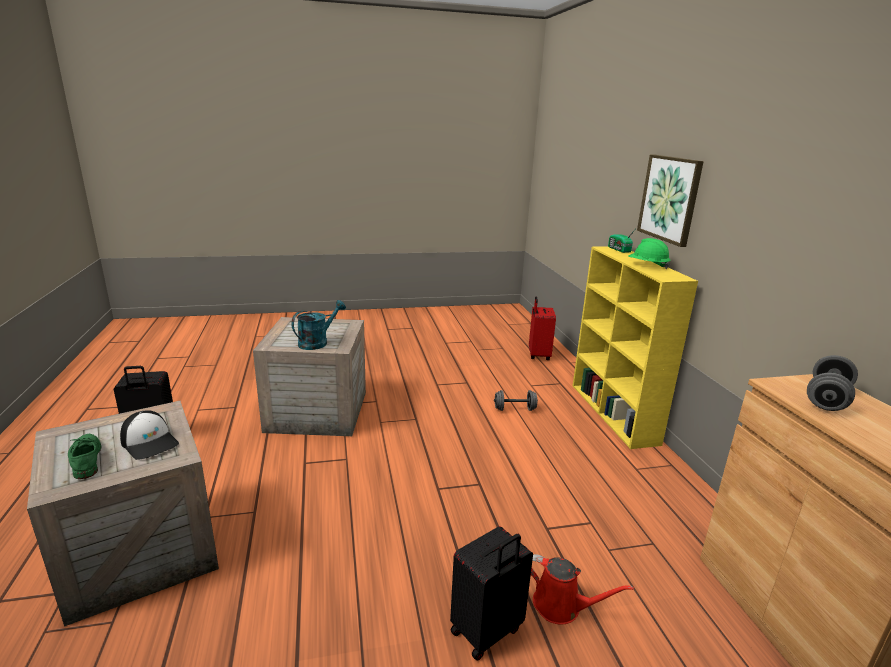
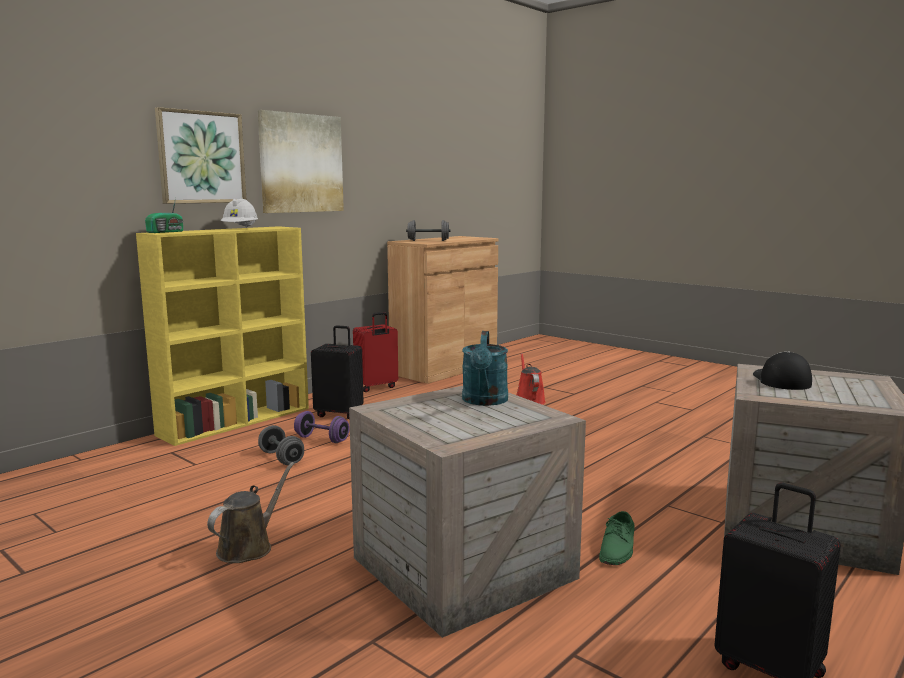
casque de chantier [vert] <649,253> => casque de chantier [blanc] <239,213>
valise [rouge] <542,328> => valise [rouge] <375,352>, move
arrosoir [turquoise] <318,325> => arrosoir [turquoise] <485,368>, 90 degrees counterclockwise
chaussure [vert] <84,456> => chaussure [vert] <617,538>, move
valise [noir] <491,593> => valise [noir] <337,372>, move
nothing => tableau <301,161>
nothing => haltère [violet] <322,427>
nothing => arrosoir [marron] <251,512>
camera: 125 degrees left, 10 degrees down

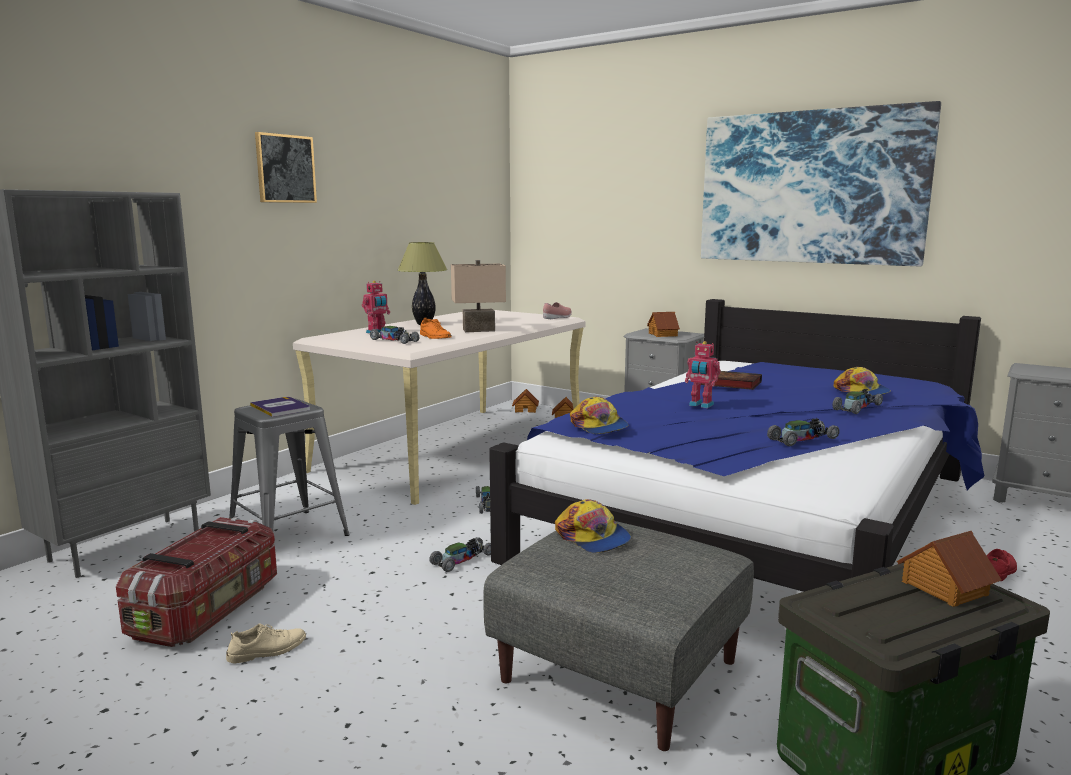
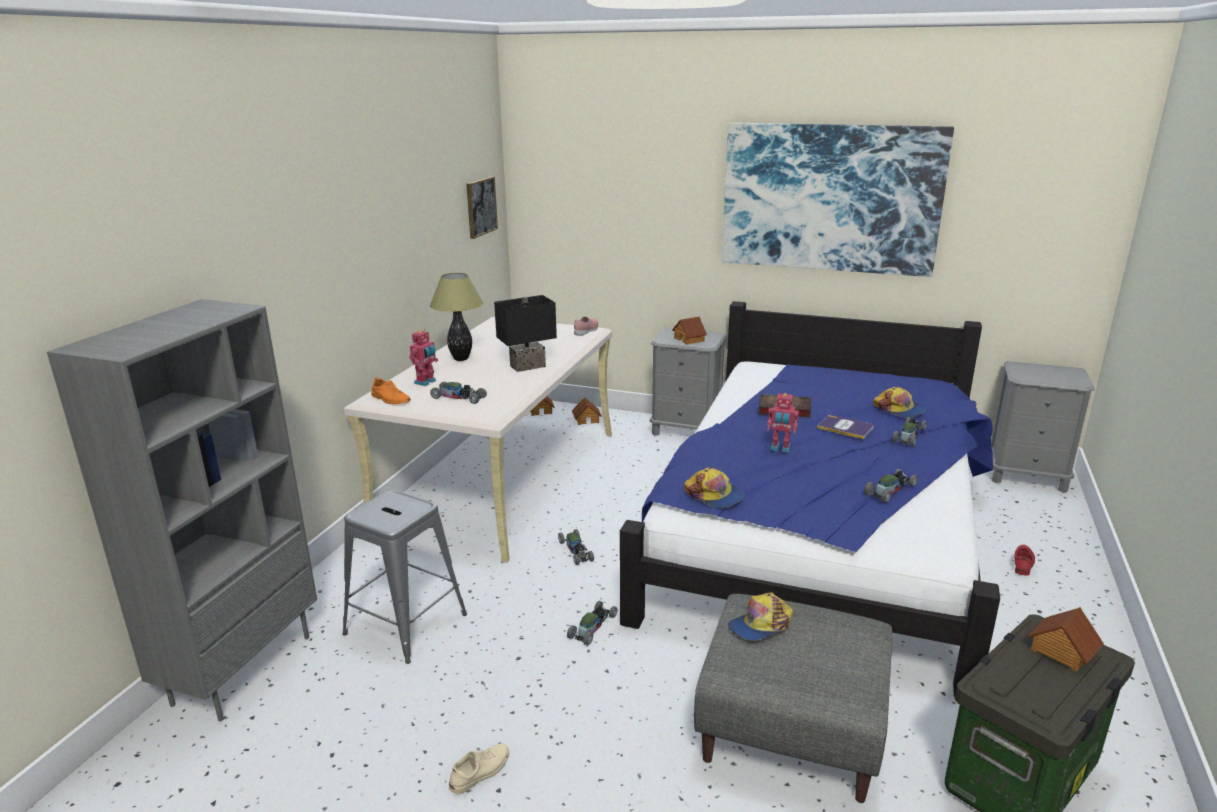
tableau <286,167> => tableau <482,208>, move
lampe de table [beige] <478,296> => lampe de table [noir] <525,333>
chaussure [orange] <436,328> => chaussure [orange] <391,390>, move
livre <280,407> => livre <845,427>, move
casquette <593,526> => casquette <760,616>, 105 degrees clockwise
boîte de rangement <196,582> => nothing
camera: 15 degrees left, 10 degrees up

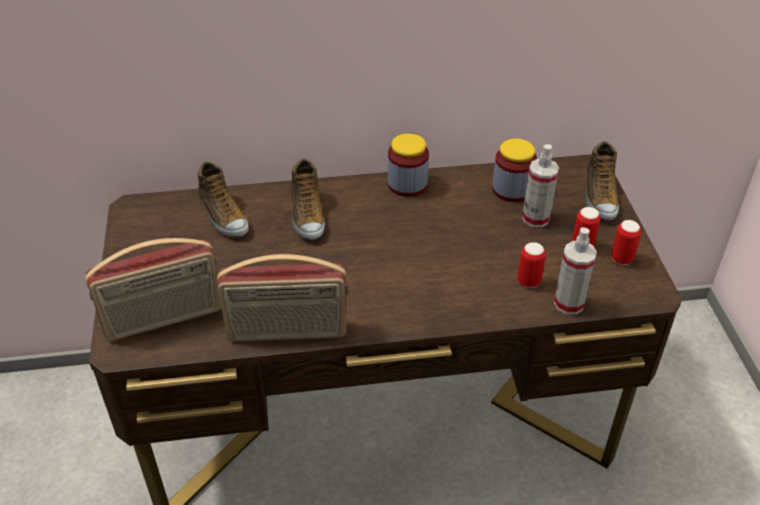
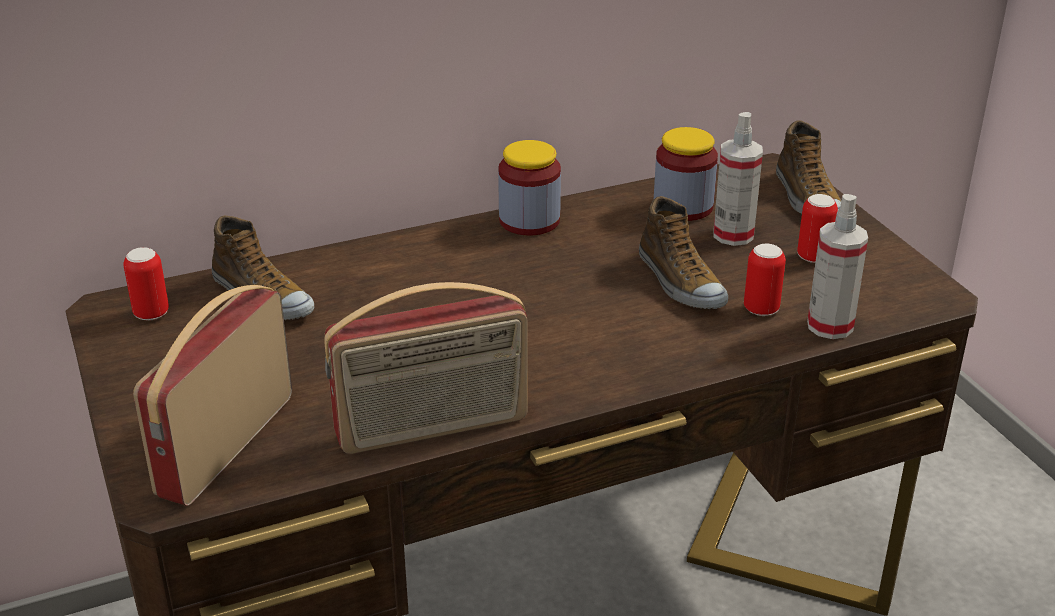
chaussure <308,199> => chaussure <683,252>, move
boîte métallique <626,242> => boîte métallique <146,284>, move
radio <153,289> => radio <212,395>, 150 degrees clockwise
camera: 15 degrees left, 10 degrees down

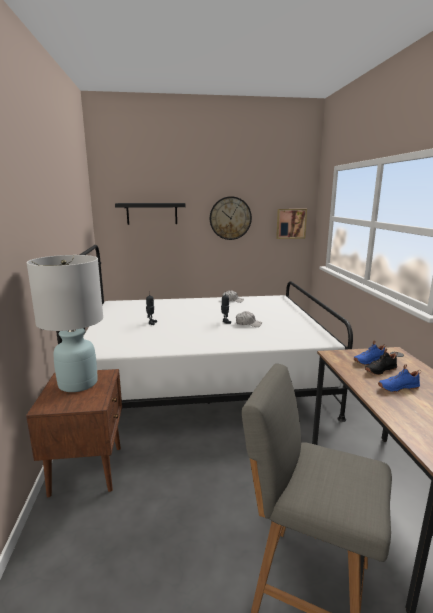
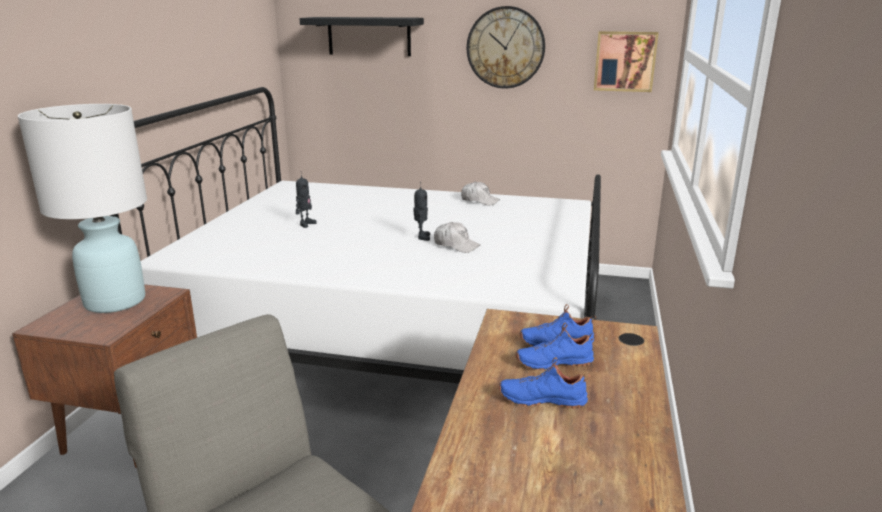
chaussure [noir] <381,361> => chaussure [bleu] <556,346>
camera: 20 degrees right, 5 degrees up

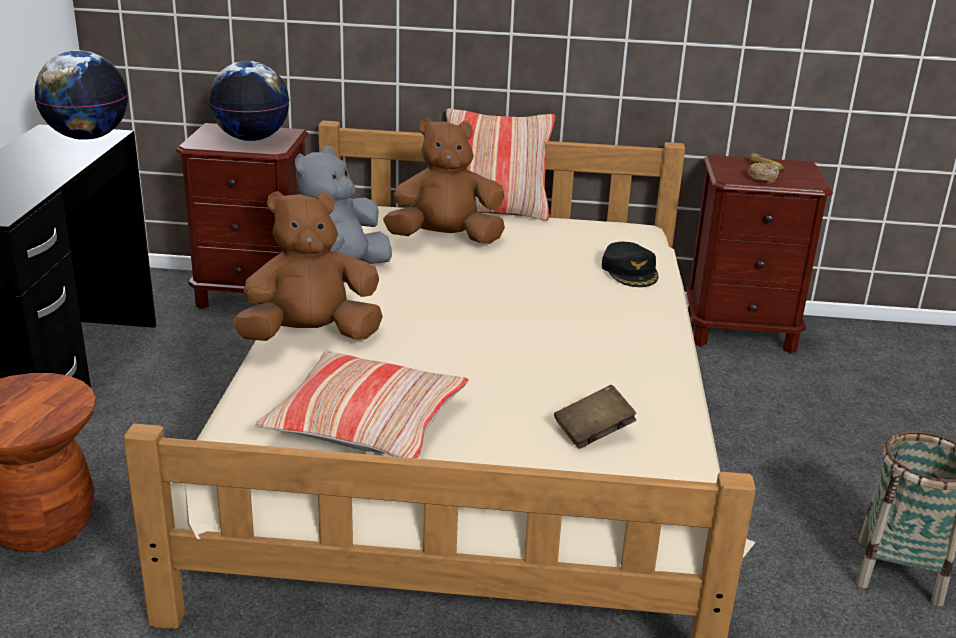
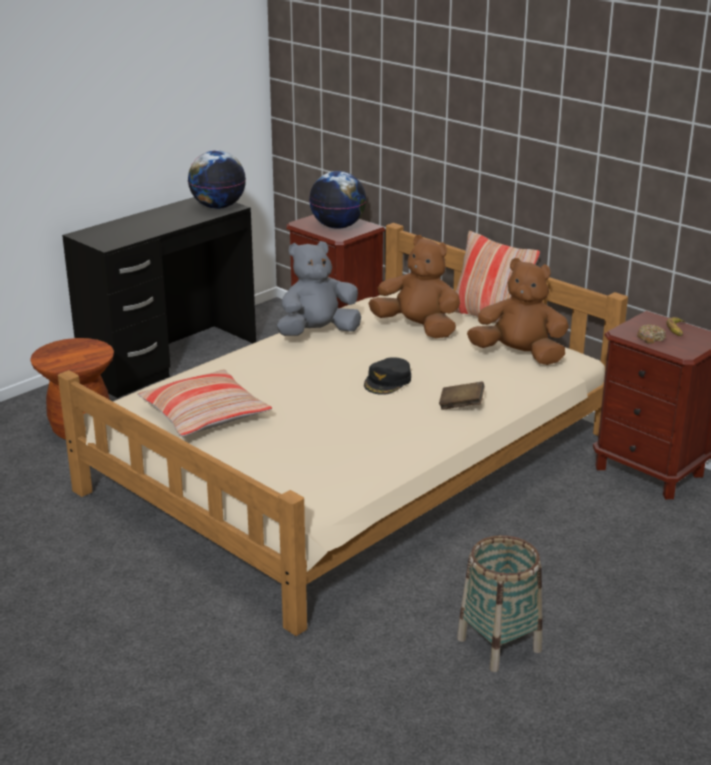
peluche [marron] <308,266> => peluche [marron] <518,311>, move
casquette [noir] <630,264> => casquette [noir] <387,376>, move
livre [marron] <595,417> => livre [marron] <462,395>, move
camera: 40 degrees right, 0 degrees up

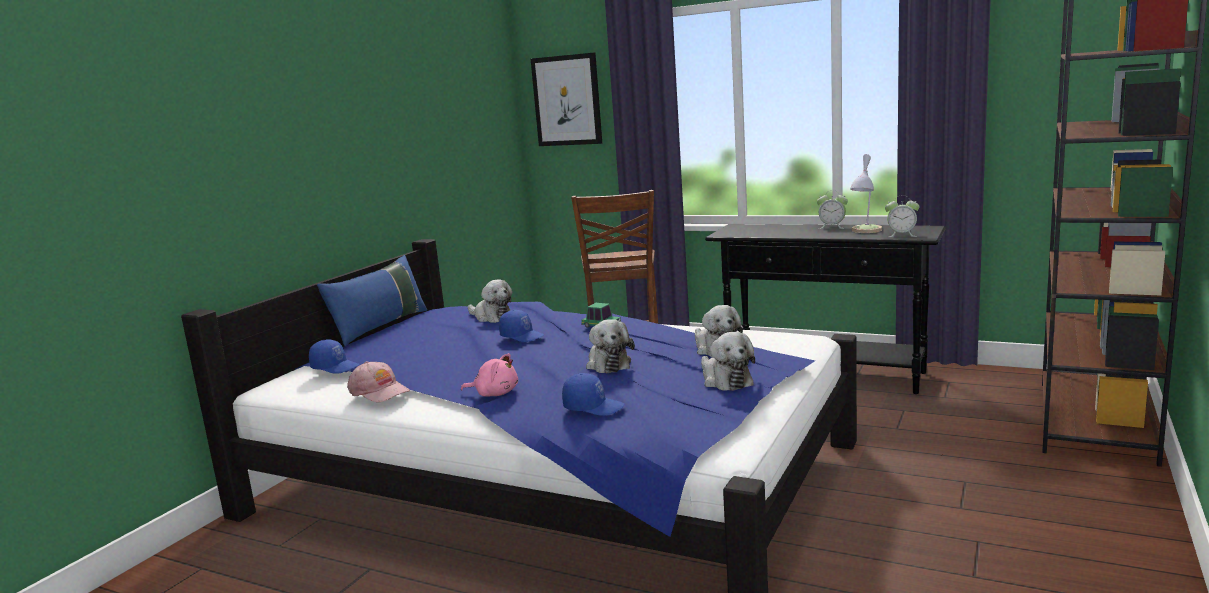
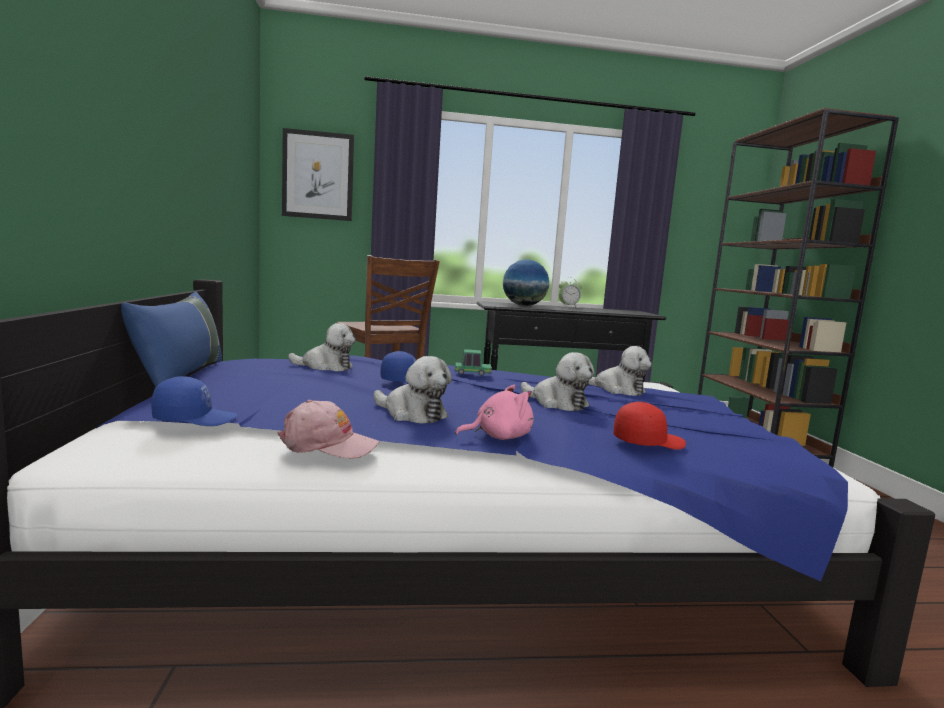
lampe de table <866,193> => nothing
réveil <902,216> => nothing
peluche <728,361> => peluche <413,390>, move
casquette [bleu] <593,394> => casquette [rouge] <649,426>
nothing => globe <526,282>
camera: 35 degrees left, 5 degrees down

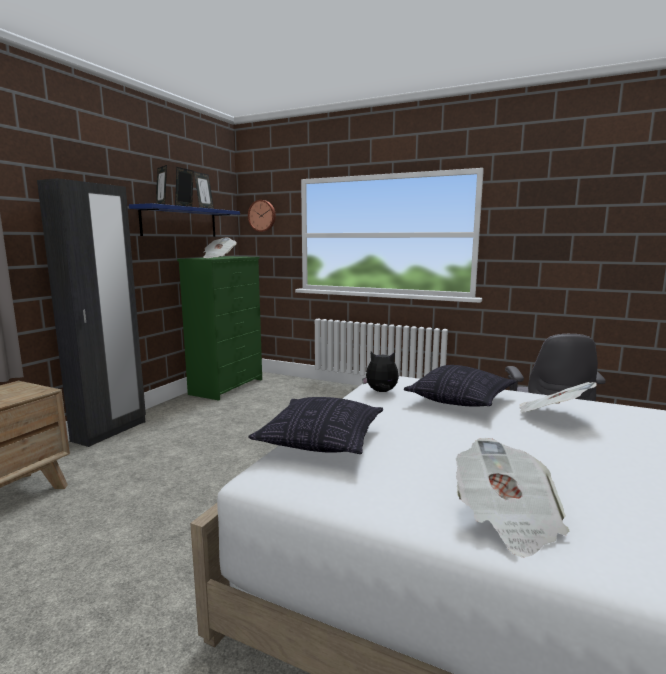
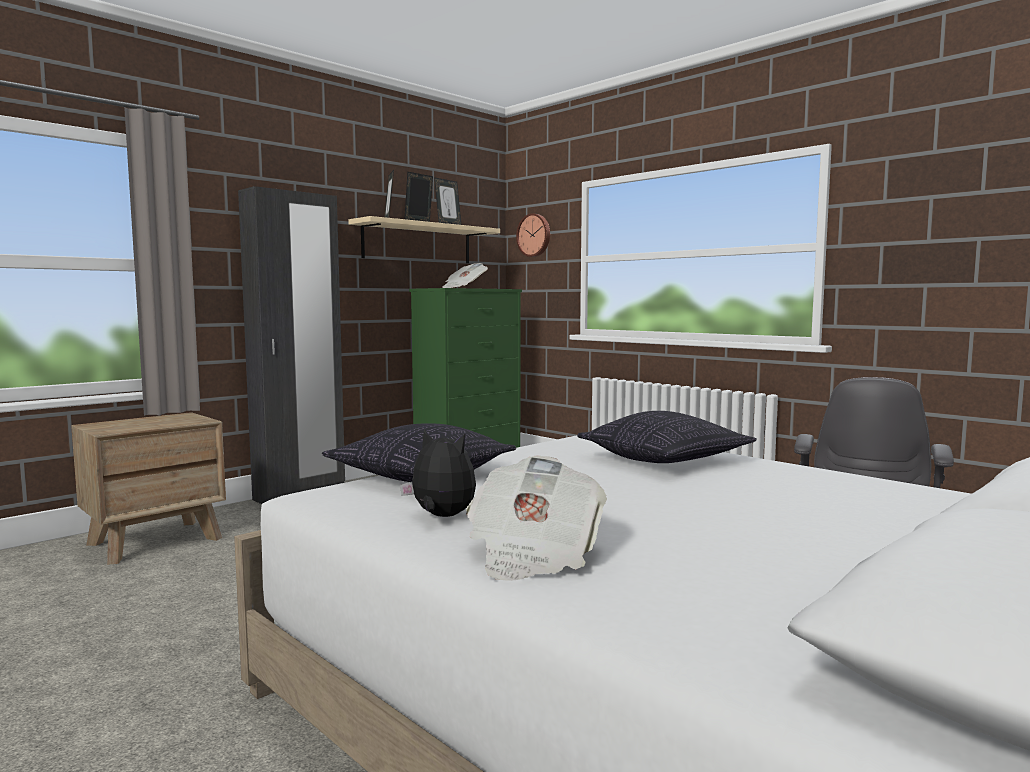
étagère [bleu] <184,220> => étagère [beige] <424,239>
peluche <380,372> => peluche <438,473>, move
journal <558,397> => nothing
camera: 20 degrees right, 5 degrees down

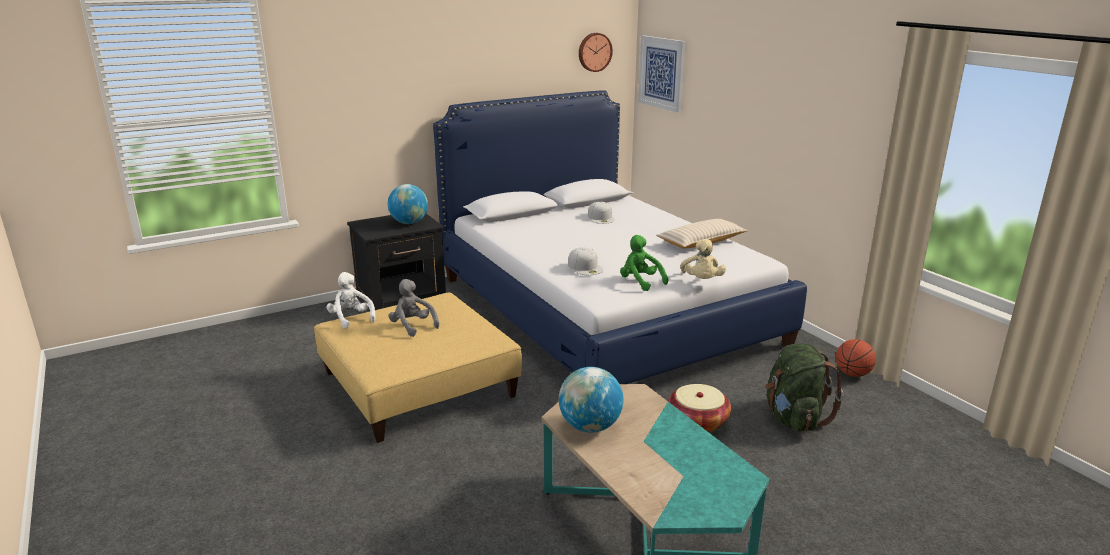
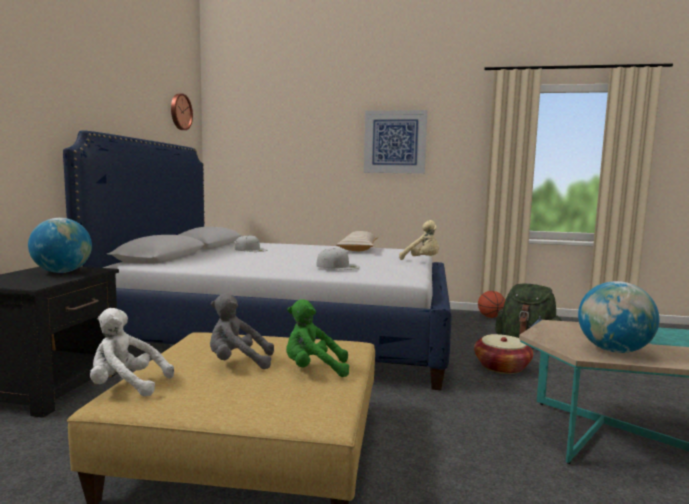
tableau <662,74> => tableau <395,142>, move
peluche [vert] <644,263> => peluche [vert] <317,338>, move
camera: 50 degrees left, 15 degrees down

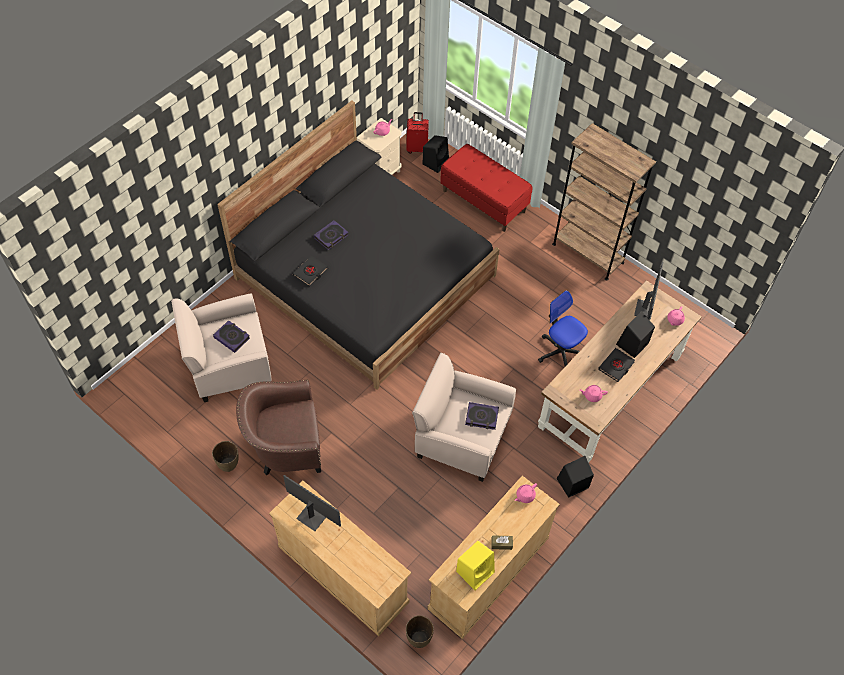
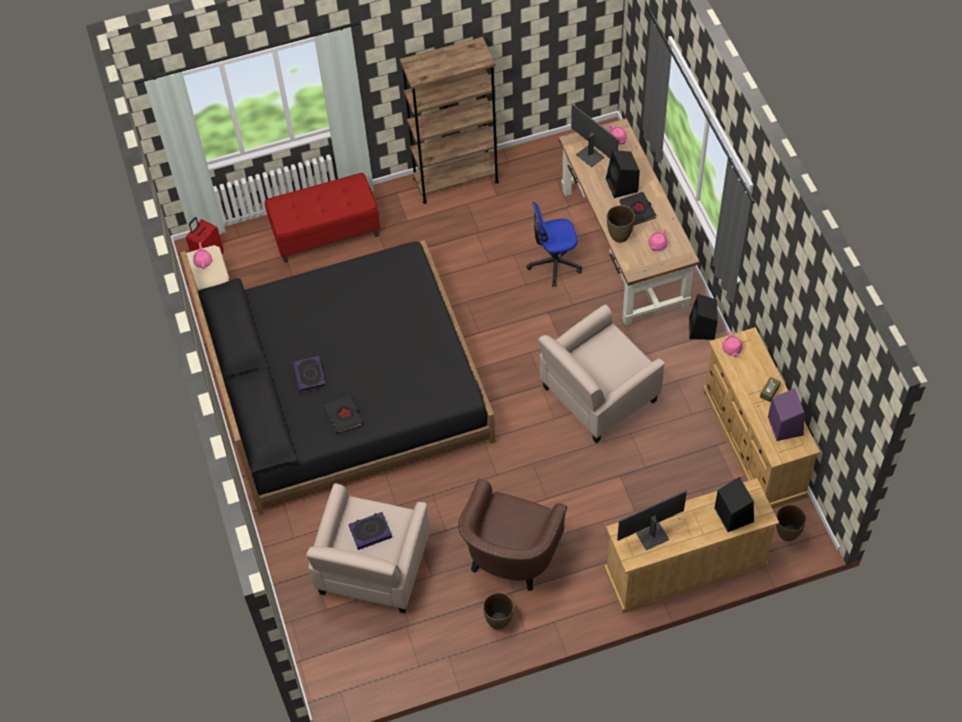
enceinte [noir] <436,154> => enceinte [noir] <734,504>, move
livre <482,416> => nothing
enceinte [jaune] <475,565> => enceinte [violet] <786,414>
nothing => vase [marron] <621,224>
camera: 55 degrees left, 0 degrees up

